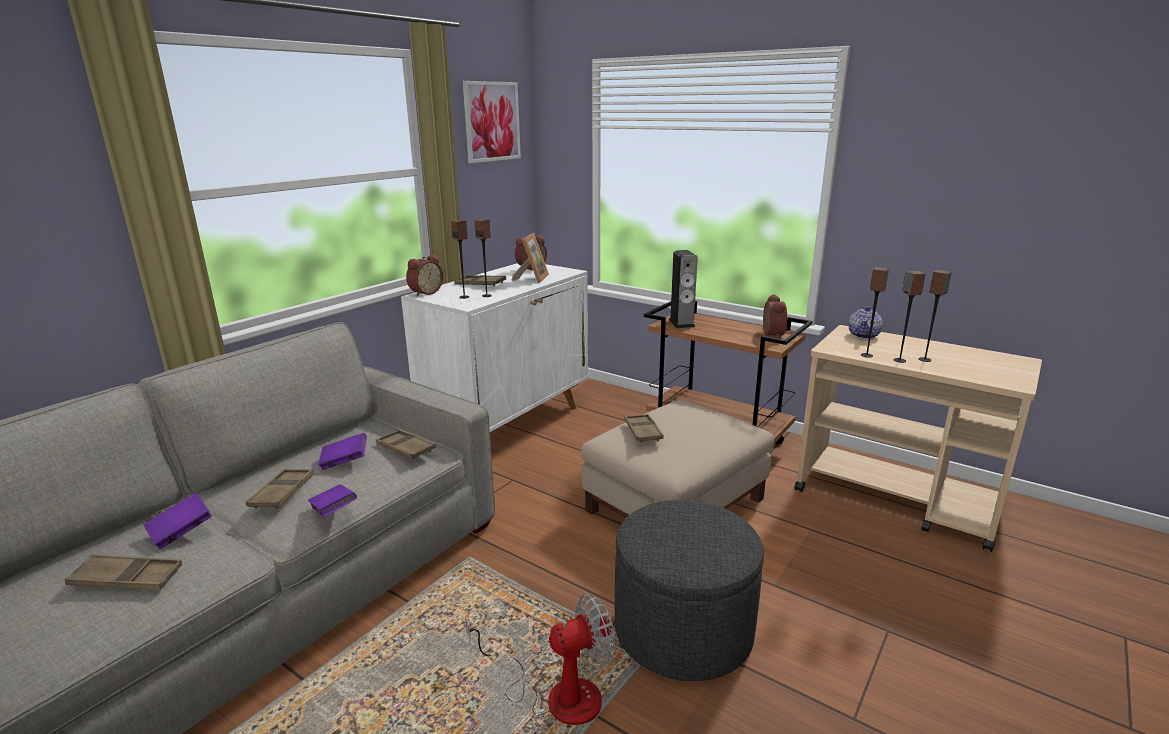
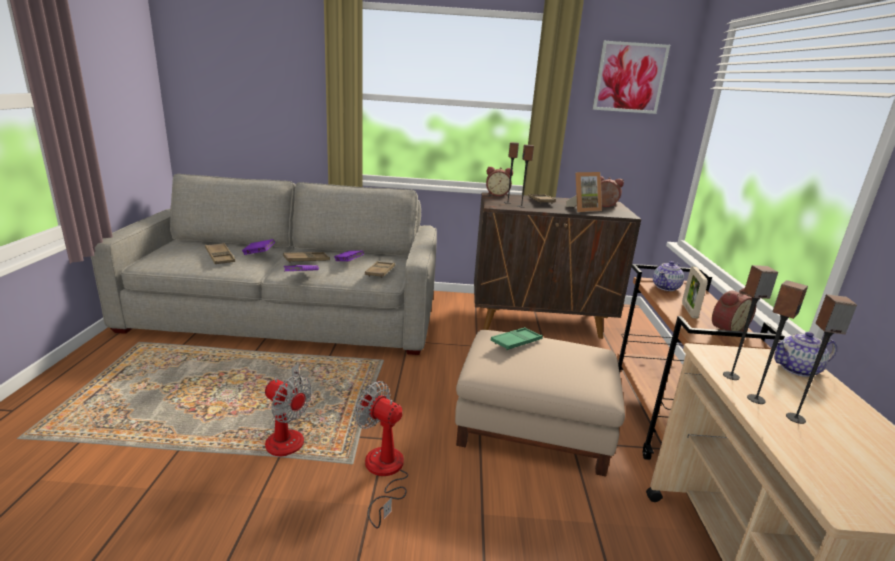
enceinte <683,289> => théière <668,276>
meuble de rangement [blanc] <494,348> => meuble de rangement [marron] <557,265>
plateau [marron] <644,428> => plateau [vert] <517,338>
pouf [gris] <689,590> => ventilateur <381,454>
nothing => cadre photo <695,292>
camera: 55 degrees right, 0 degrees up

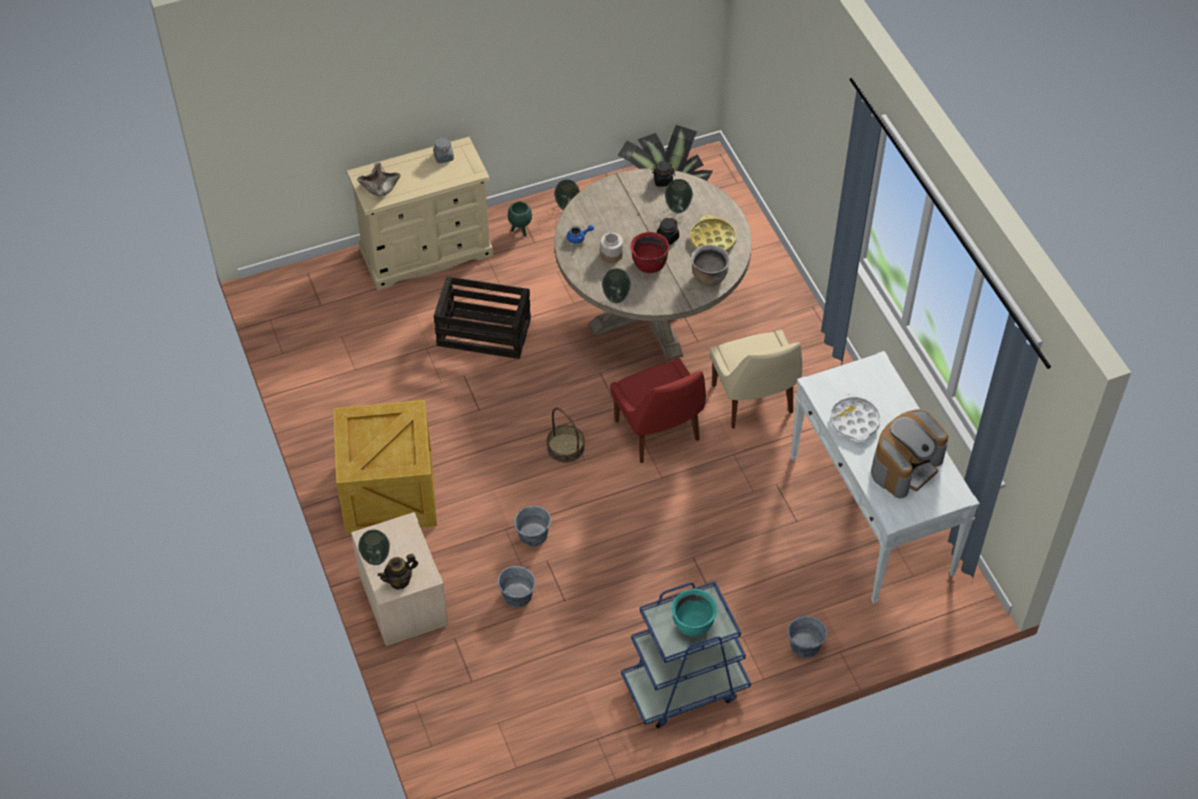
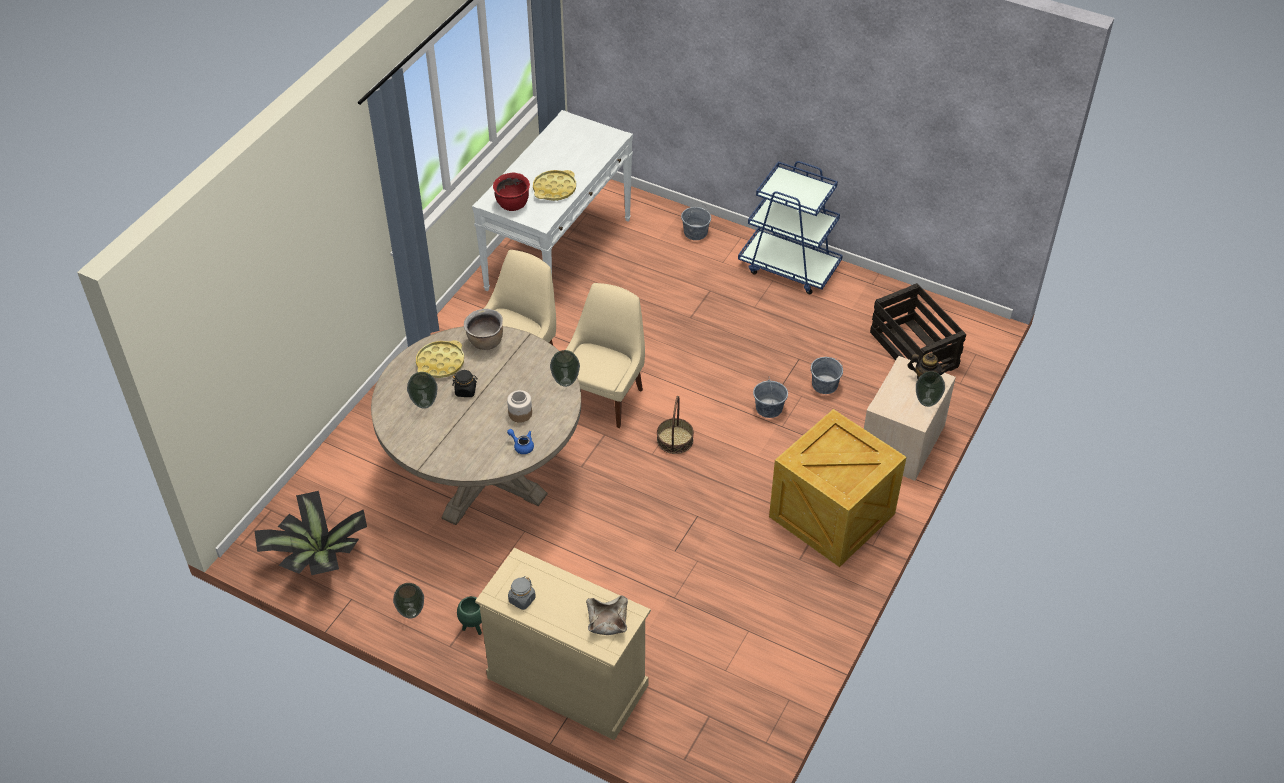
bocal [noir] <663,174> => nothing
marmite [rouge] <650,252> => marmite [rouge] <511,192>, move
caisse <482,317> => caisse <918,328>, move
chaise [rouge] <658,410> => chaise [beige] <605,355>
plateau [blanc] <855,417> => plateau [jaune] <554,185>
machine à café <909,454> => nothing
marmite [turquoise] <694,613> => nothing
camera: 130 degrees left, 5 degrees down

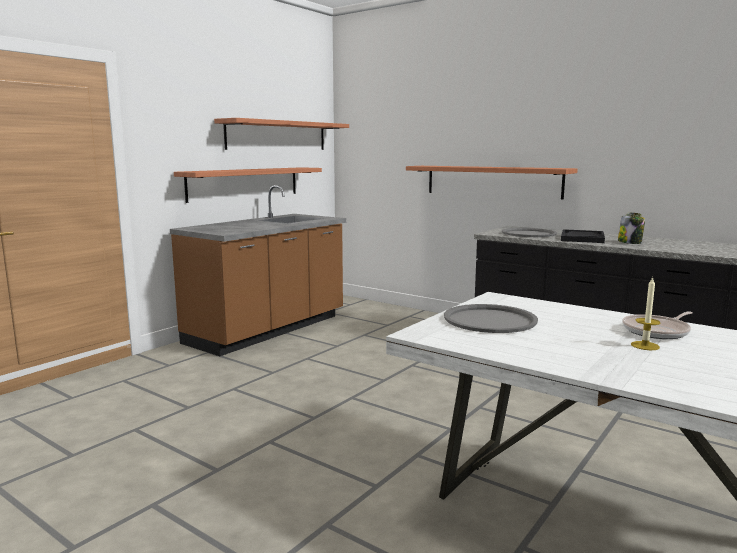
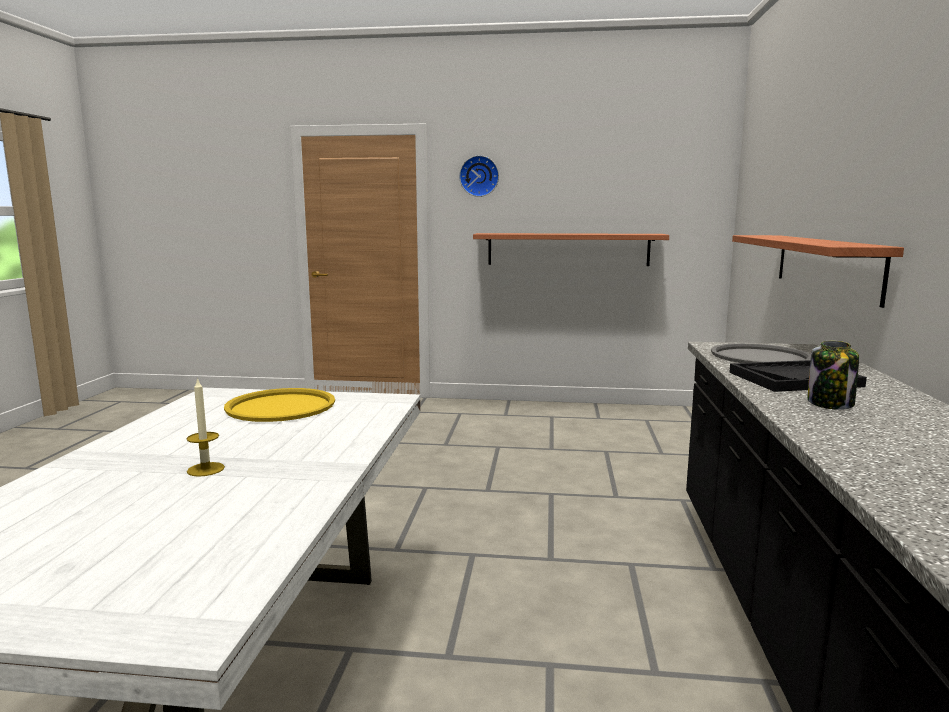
étagère <281,134> => nothing
comptoir de cuisine [marron] <258,270> => nothing
plateau [gris] <491,318> => plateau [jaune] <279,405>
poêle <657,325> => nothing
nothing => horloge murale <479,176>
camera: 60 degrees right, 0 degrees up

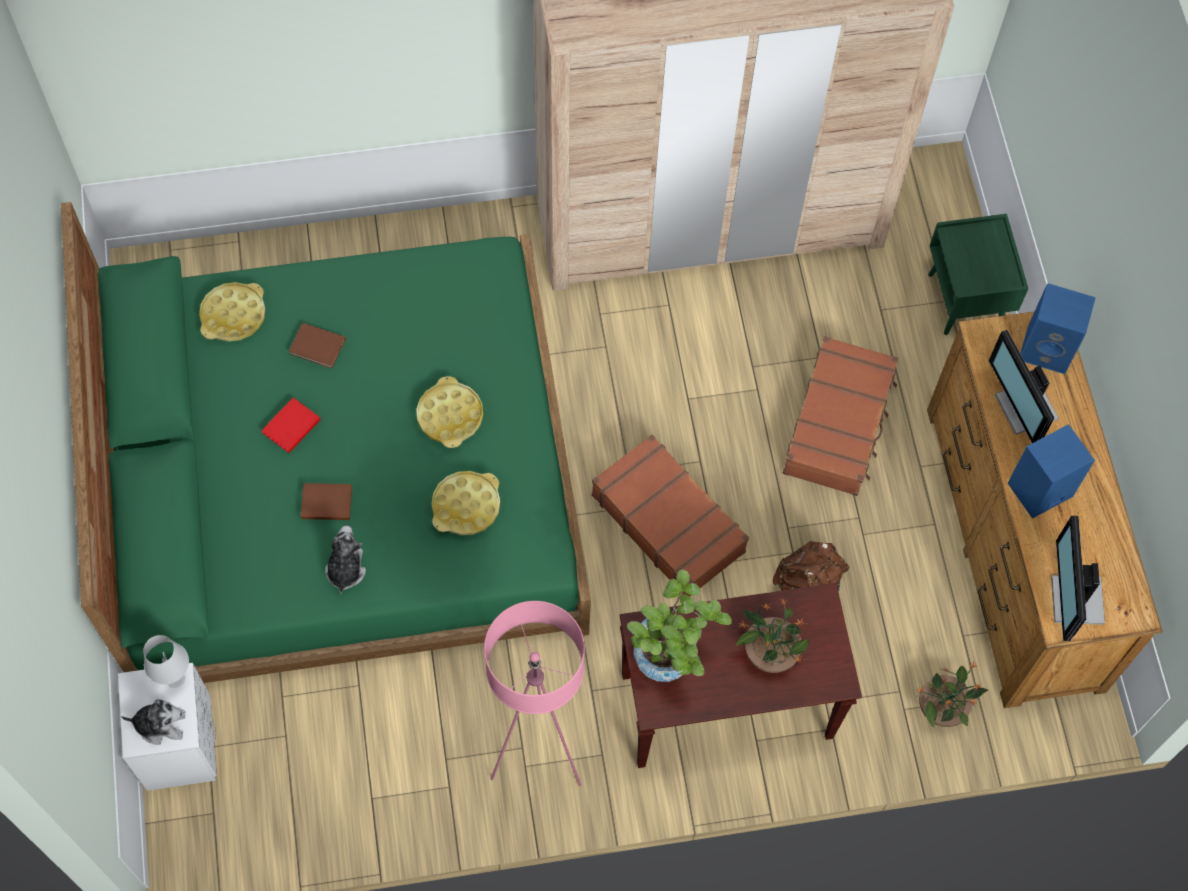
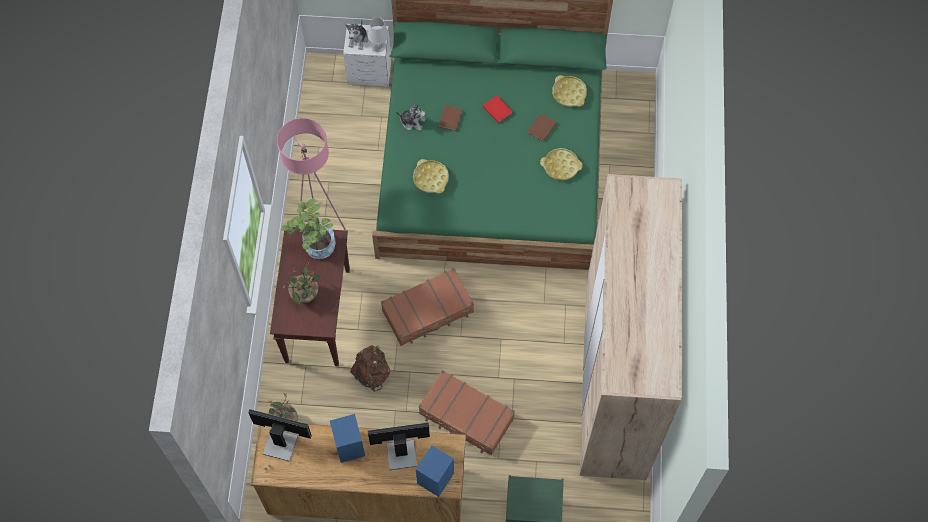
plateau [jaune] <449,412> => plateau [jaune] <561,164>, move
camera: 105 degrees right, 0 degrees up

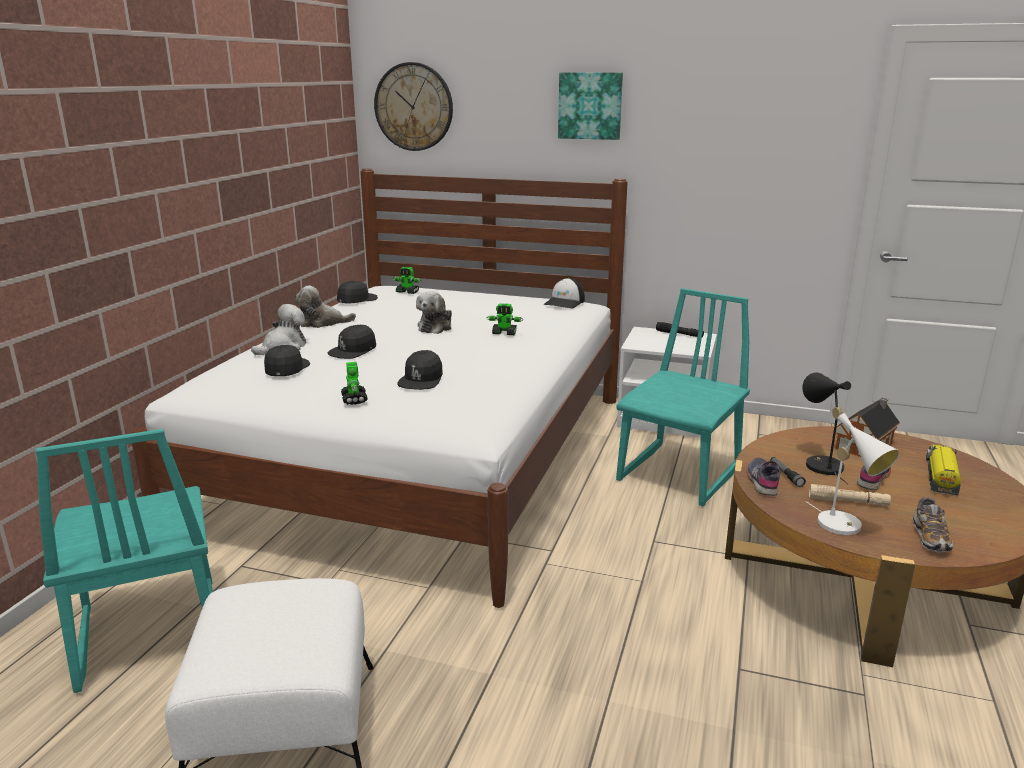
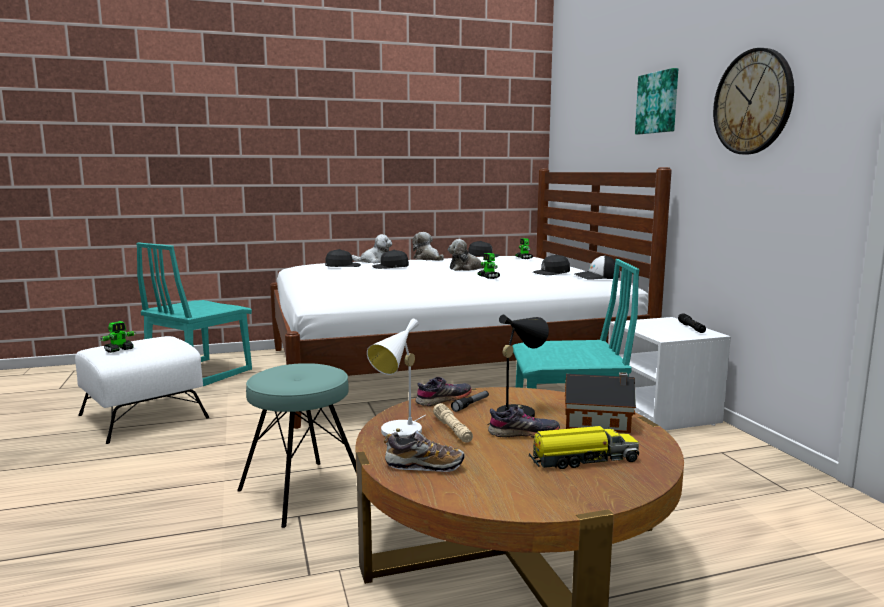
horloge murale <413,106> => horloge murale <753,101>, move
casquette [noir] <420,370> => casquette [noir] <551,264>, move
robot jouet <354,383> => robot jouet <118,337>, move
chaussure <933,524> => chaussure <424,451>, 150 degrees counterclockwise
nothing => tabouret [turquoise] <296,445>
camera: 55 degrees right, 10 degrees down

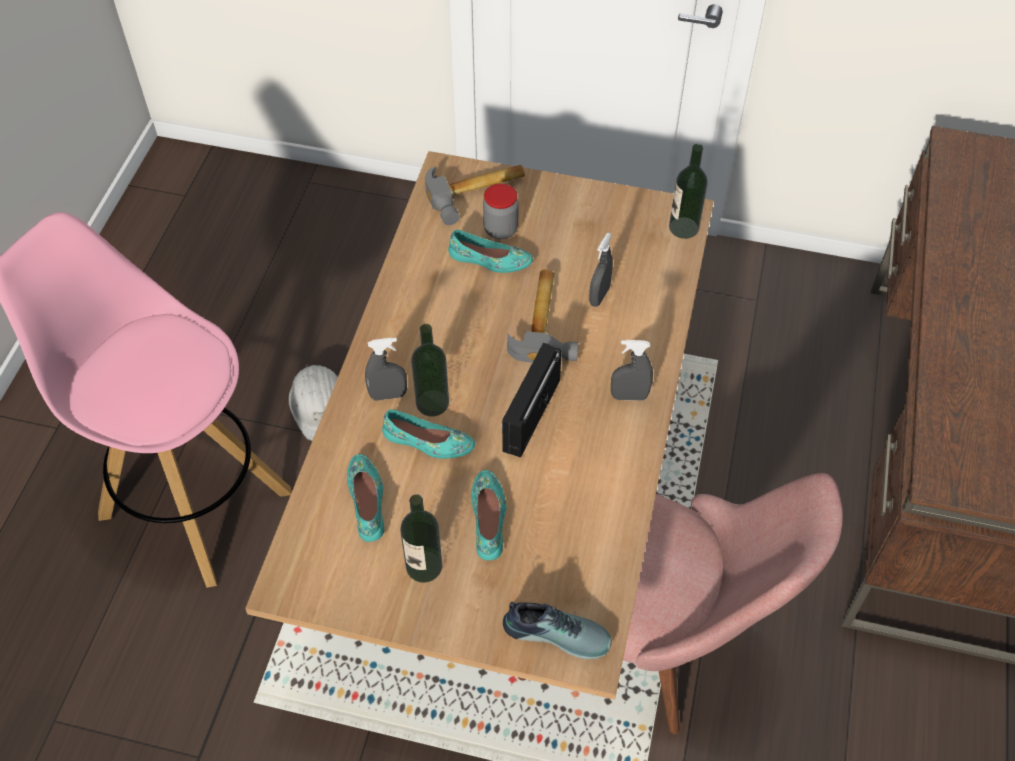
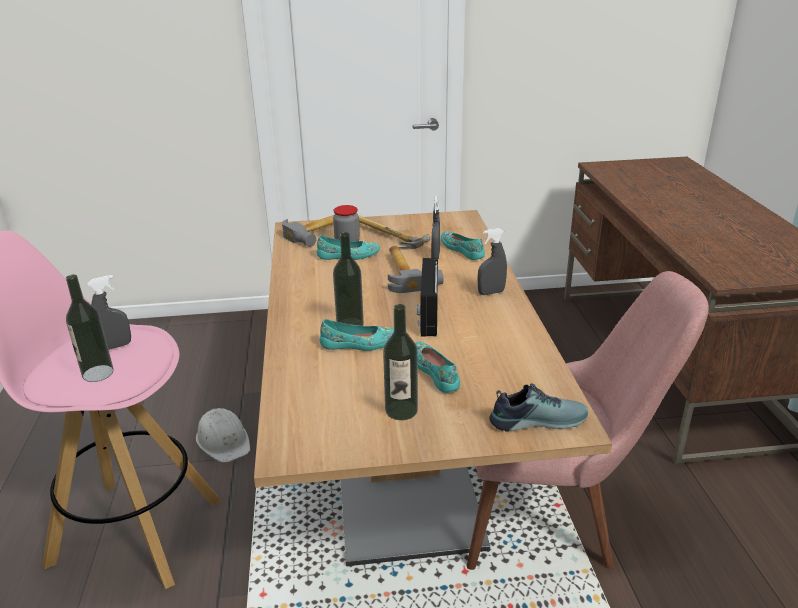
bouteille <688,191> => bouteille <89,328>, move
vaporisateur [gris] <386,369> => vaporisateur [gris] <109,312>, move
chaussure [turquoise] <365,498> => chaussure [turquoise] <463,245>, move
nothing => marteau <394,232>
camera: 20 degrees left, 25 degrees down

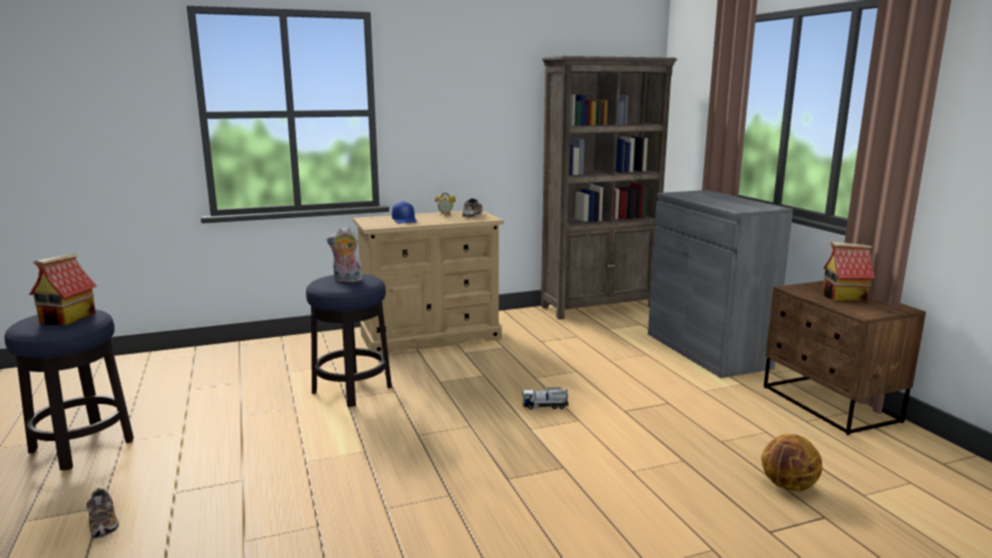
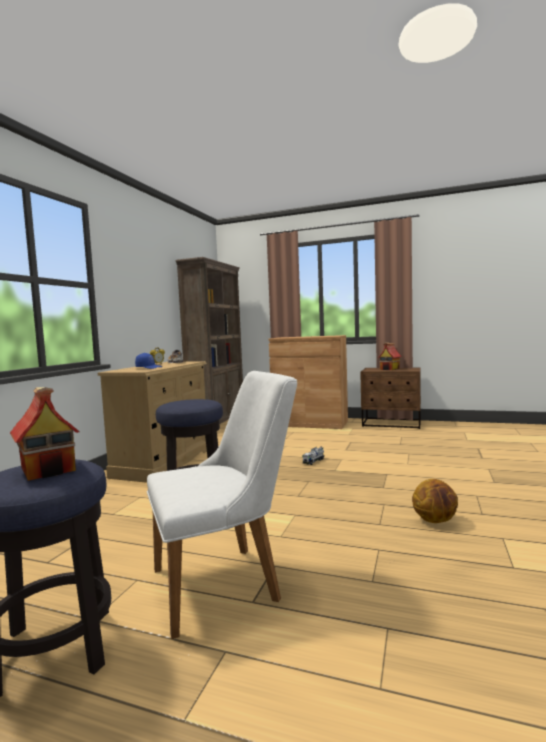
meuble de rangement [gris] <720,284> => meuble de rangement [marron] <308,382>
peluche <345,254> => nothing
ballon de basket <792,462> => ballon de basket <435,501>, move
chaussure <103,513> => nothing
nothing => chaise [blanc] <222,505>
camera: 50 degrees left, 10 degrees down

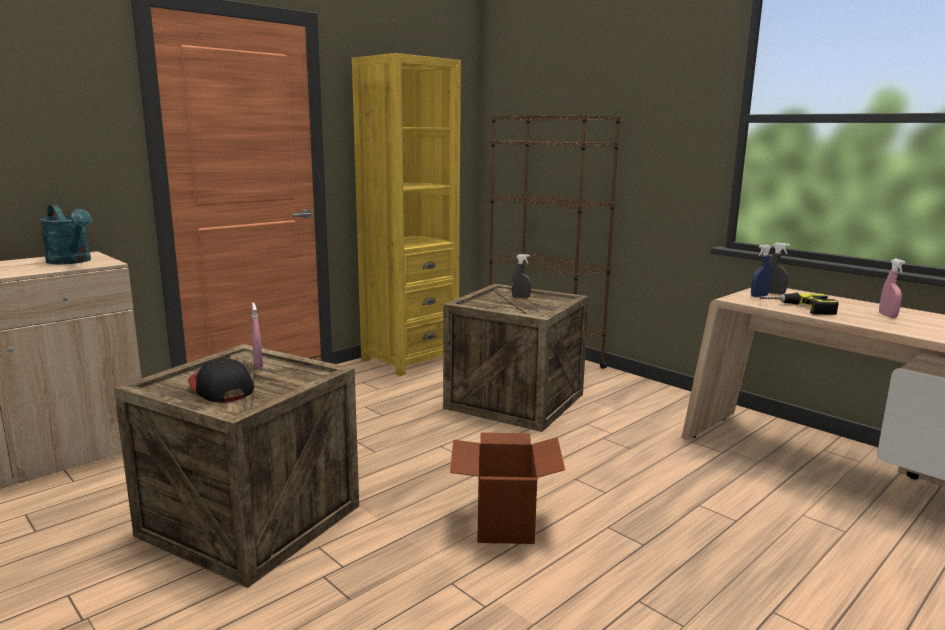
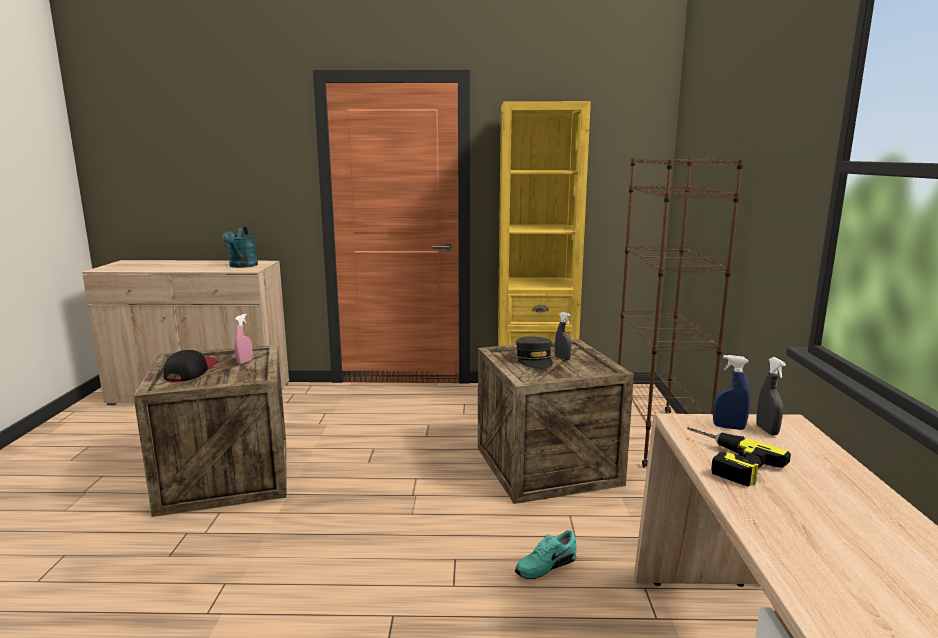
vaporisateur [rose] <892,288> => nothing
carton <507,488> => nothing
nothing => casquette [gris] <534,352>
nothing => chaussure [turquoise] <546,554>
camera: 45 degrees right, 0 degrees up

